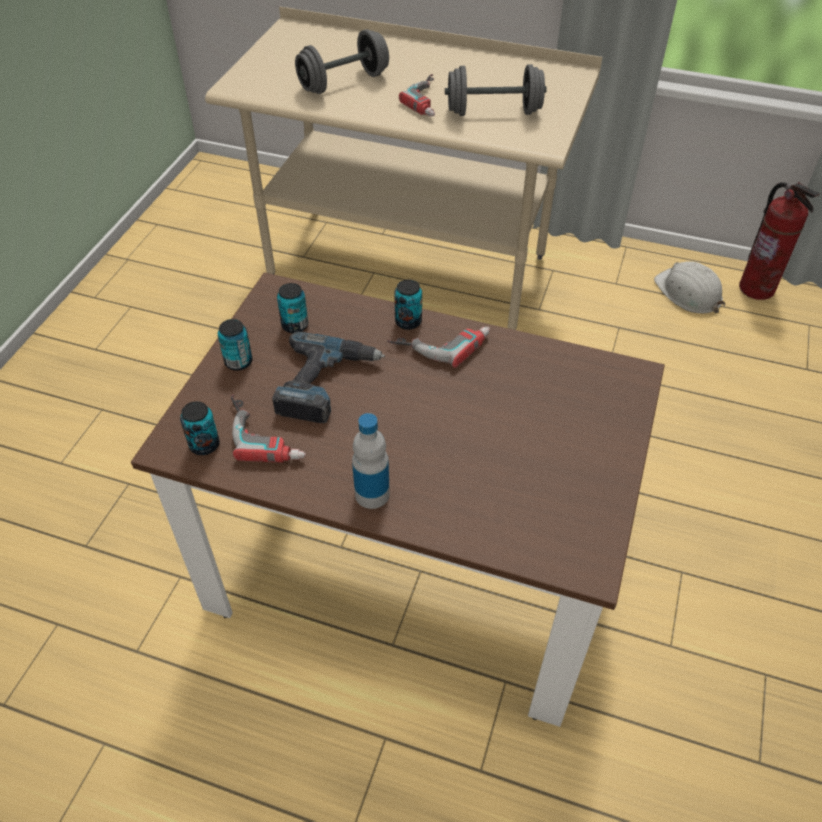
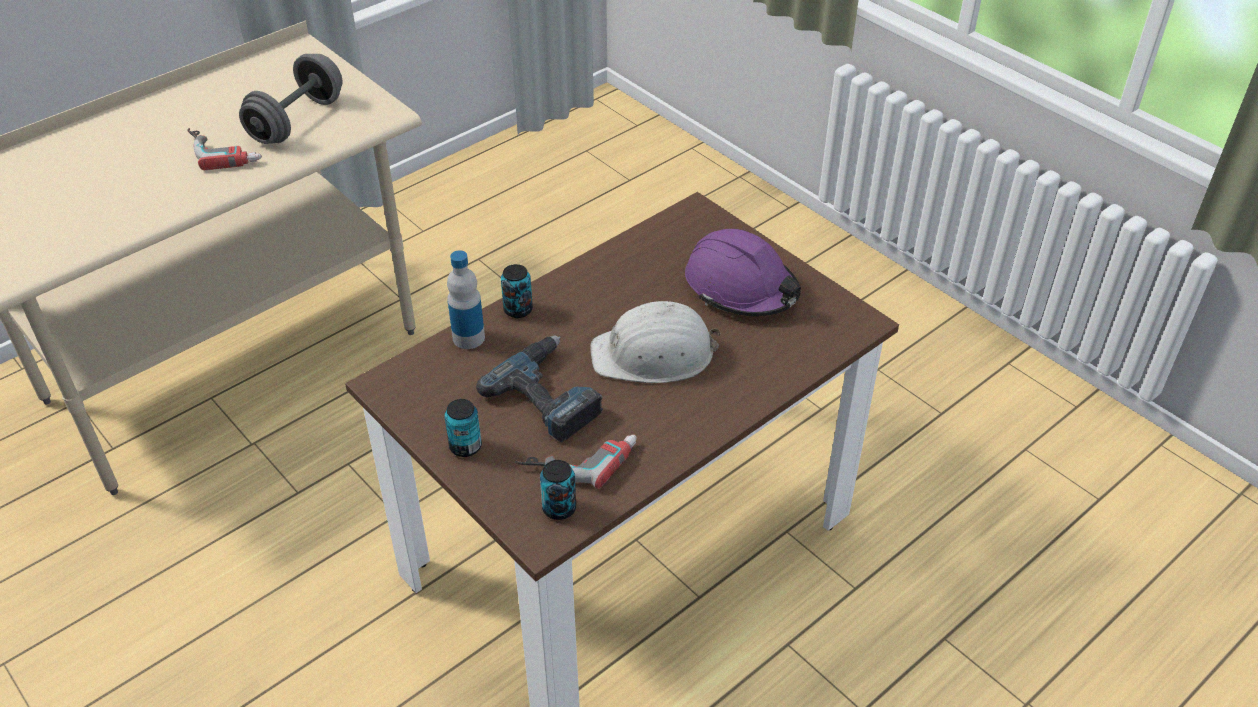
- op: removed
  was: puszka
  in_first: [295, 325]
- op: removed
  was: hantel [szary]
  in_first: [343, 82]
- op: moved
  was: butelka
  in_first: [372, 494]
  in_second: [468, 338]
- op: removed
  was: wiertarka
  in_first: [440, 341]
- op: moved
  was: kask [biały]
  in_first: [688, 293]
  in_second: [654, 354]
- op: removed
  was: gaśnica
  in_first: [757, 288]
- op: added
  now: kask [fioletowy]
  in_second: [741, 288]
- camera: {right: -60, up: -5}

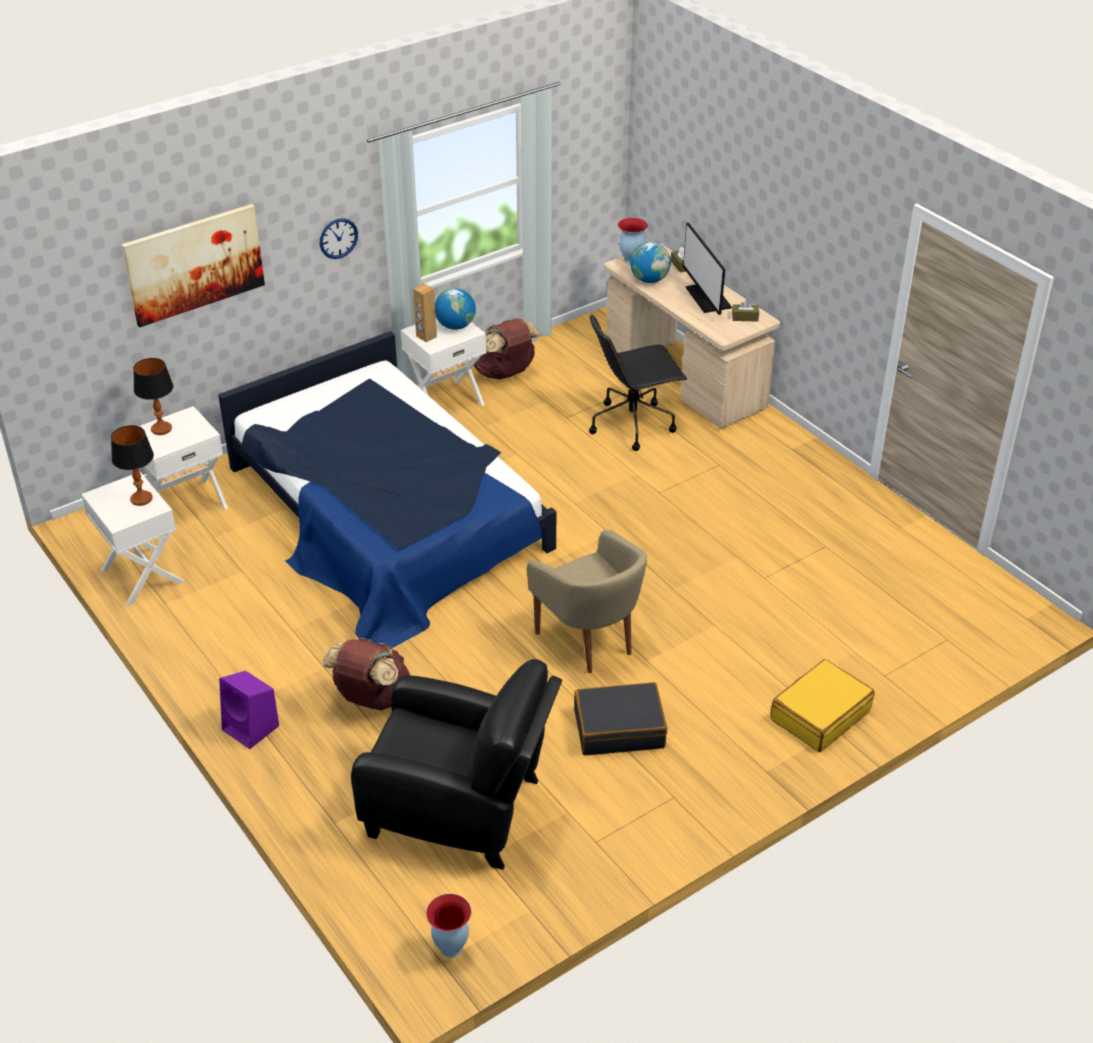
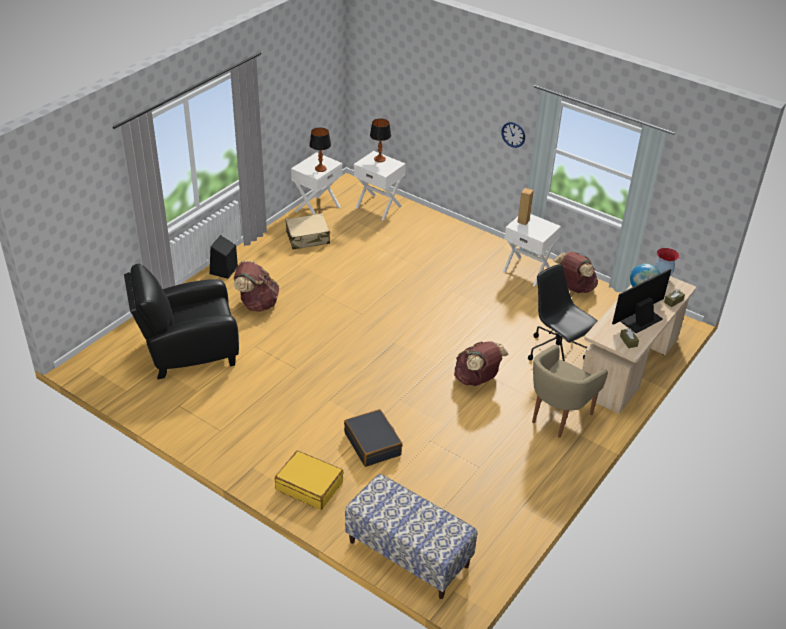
- op: removed
  was: obraz
  in_first: [194, 264]
- op: removed
  was: łóżko
  in_first: [386, 513]
- op: recoloured
  was: głośnik [fioletowy]
  now: głośnik [czarny]
  in_first: [252, 728]
  in_second: [223, 271]
- op: turned
  was: fotel [czarny]
  in_first: [460, 810]
  in_second: [188, 352]
  clockwise: 75
- op: removed
  was: wazon
  in_first: [450, 948]
- op: removed
  was: globus
  in_first: [455, 326]
- op: moved
  was: fotel [beżowy]
  in_first: [589, 641]
  in_second: [558, 416]
- op: moved
  was: walizka [czarny]
  in_first: [619, 728]
  in_second: [373, 444]
- op: added
  now: walizka [beżowy]
  in_second: [308, 238]
- op: added
  now: ławka
  in_second: [408, 554]
- op: added
  now: plecak [brązowy]
  in_second: [477, 379]
- camera: {right: 70, up: 0}

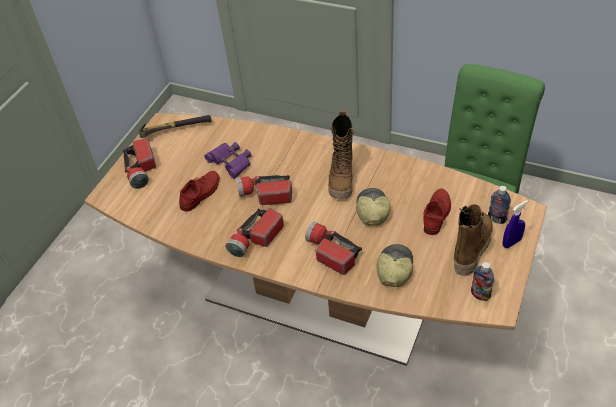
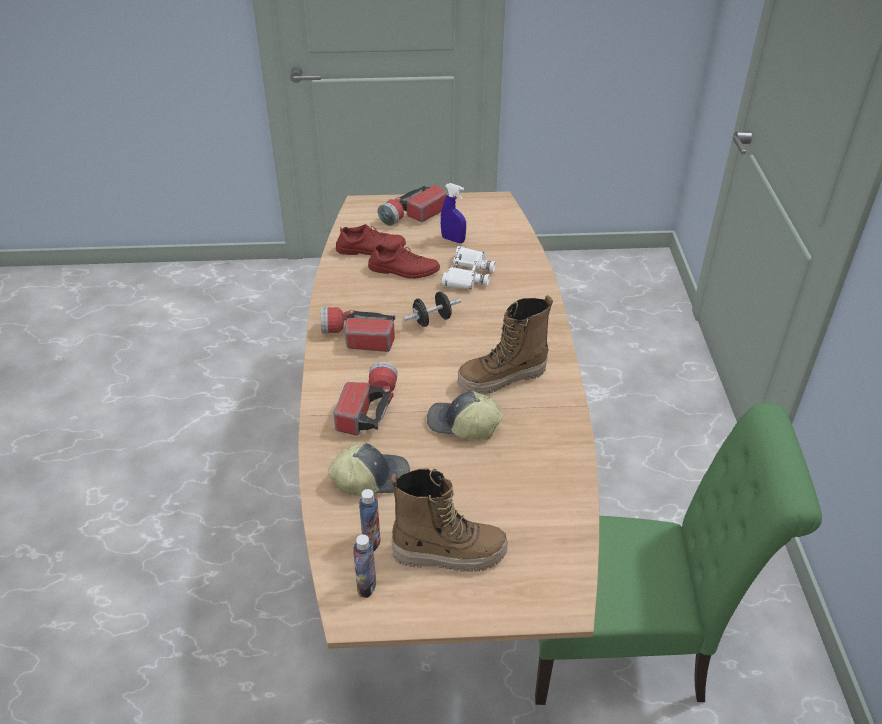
- op: removed
  was: młotek
  in_first: [173, 130]
- op: recoloured
  was: lornetka [fioletowy]
  now: lornetka [biały]
  in_first: [230, 162]
  in_second: [467, 274]
- op: replaced
  was: latarka
  now: hantel [czarny]
  in_first: [265, 195]
  in_second: [432, 320]
- op: turned
  was: czapka z daszkiem
  in_first: [372, 210]
  in_second: [463, 425]
  clockwise: -135
- op: moved
  was: but [czerwony]
  in_first: [436, 214]
  in_second: [371, 248]
- op: moved
  was: butelka
  in_first: [497, 219]
  in_second: [371, 540]
- op: moved
  was: spryskiwacz [niebieski]
  in_first: [511, 242]
  in_second: [453, 239]
- camera: {right: 60, up: -5}

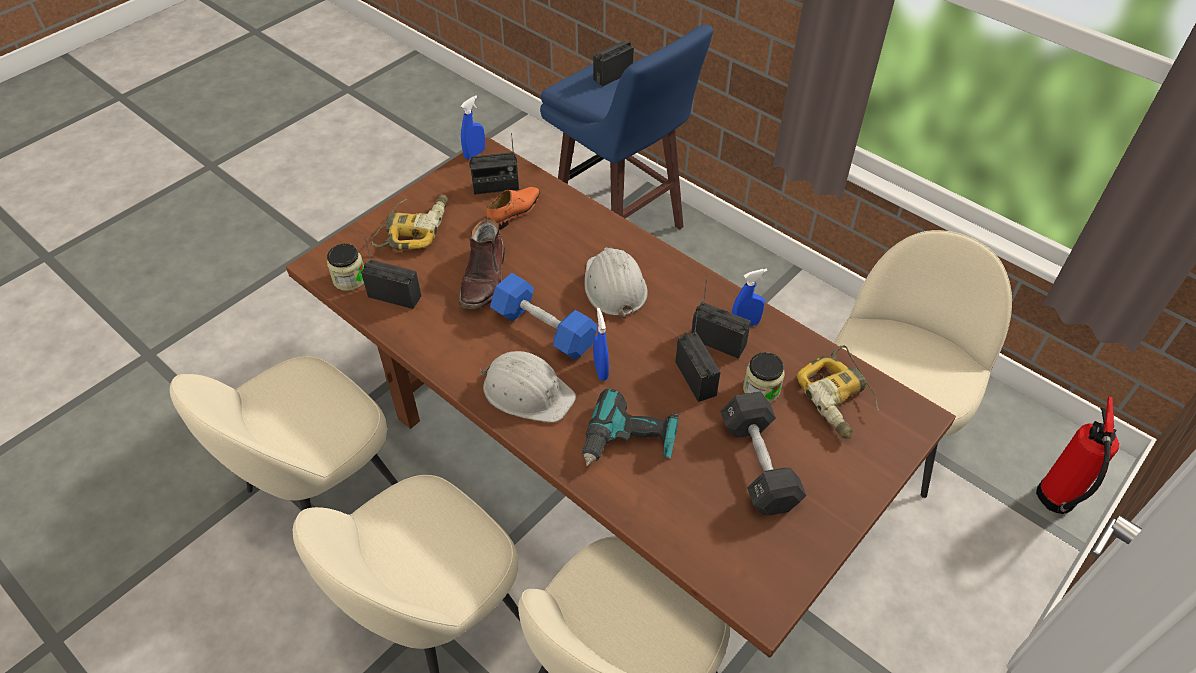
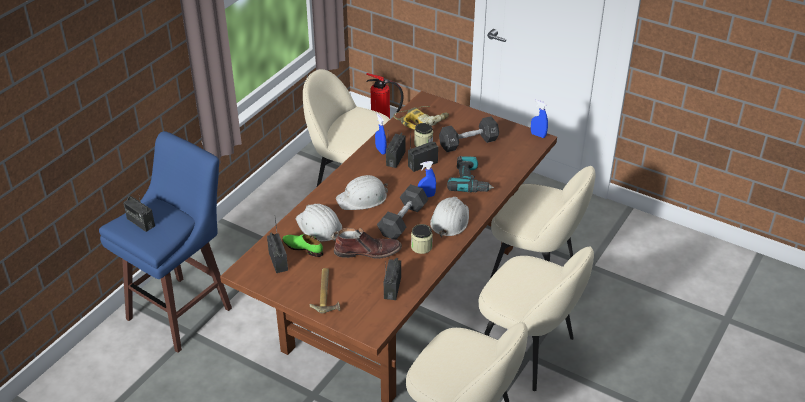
- op: moved
  was: słoik
  in_first: [349, 279]
  in_second: [421, 247]
- op: replaced
  was: wiertarka
  now: młotek
  in_first: [413, 228]
  in_second: [327, 293]
- op: moved
  was: spryskiwacz [niebieski]
  in_first: [475, 154]
  in_second: [538, 135]
- op: recoloured
  was: but [pomarańczowy]
  now: but [zielony]
  in_first: [515, 211]
  in_second: [303, 248]
- op: recoloured
  was: hantel [niebieski]
  now: hantel [czarny]
  in_first: [544, 329]
  in_second: [403, 221]
- op: added
  now: kask [biały]
  in_second: [319, 226]
- camera: {right: -100, up: -10}

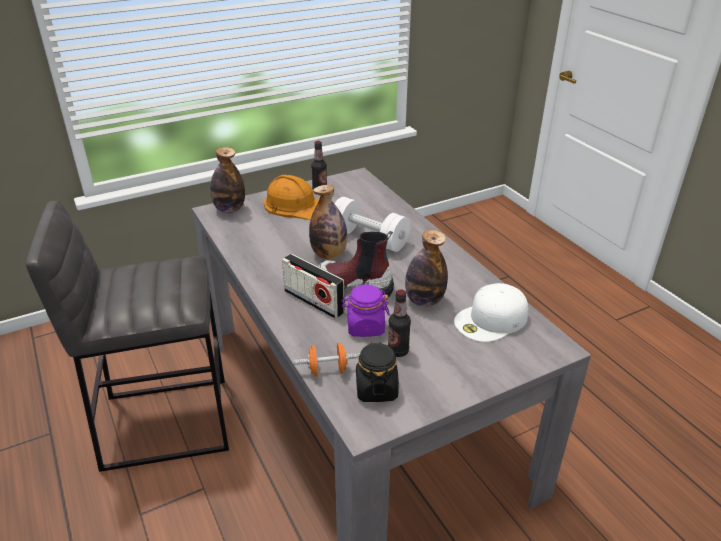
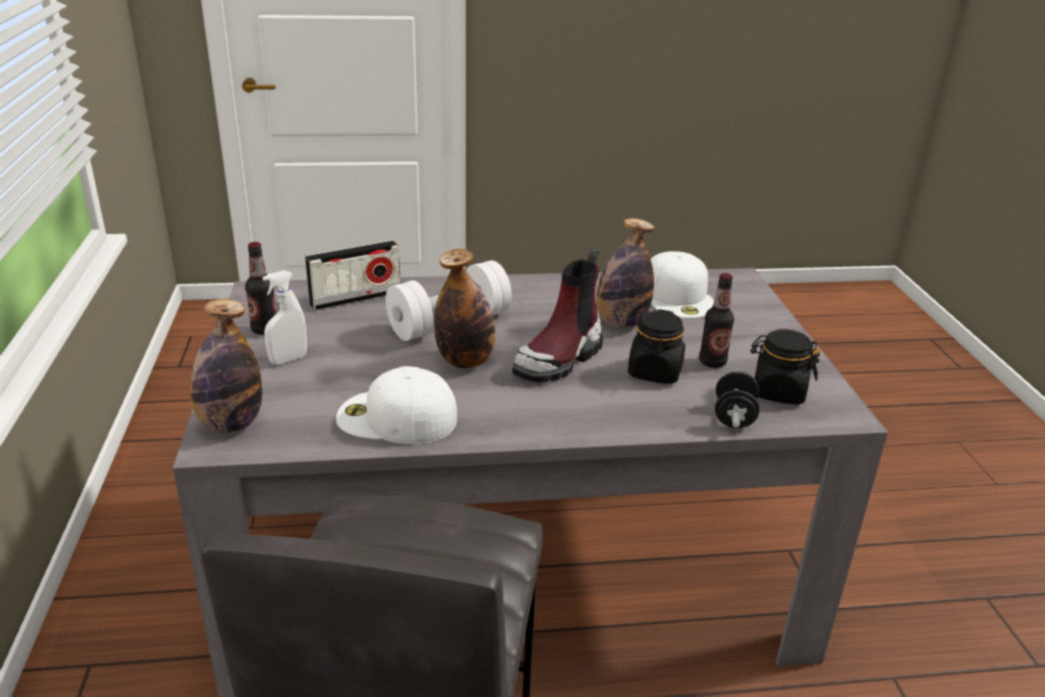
- op: replaced
  was: kask [pomarańczowy]
  now: spryskiwacz [biały]
  in_first: [294, 205]
  in_second: [288, 360]
- op: moved
  was: radio
  in_first: [314, 301]
  in_second: [355, 298]
- op: recoloured
  was: hantel [pomarańczowy]
  now: hantel [czarny]
  in_first: [327, 370]
  in_second: [734, 417]
- op: recoloured
  was: słoik [fioletowy]
  now: słoik [czarny]
  in_first: [365, 327]
  in_second: [655, 372]
- op: added
  now: czapka z daszkiem [biały]
  in_second: [395, 418]
- camera: {right: -70, up: -5}

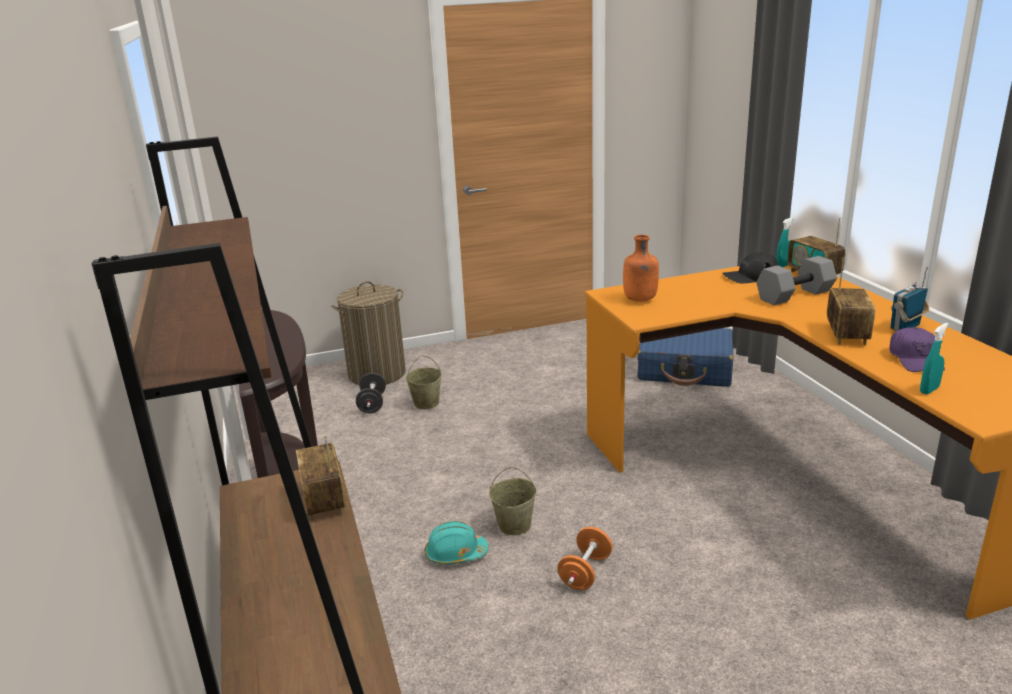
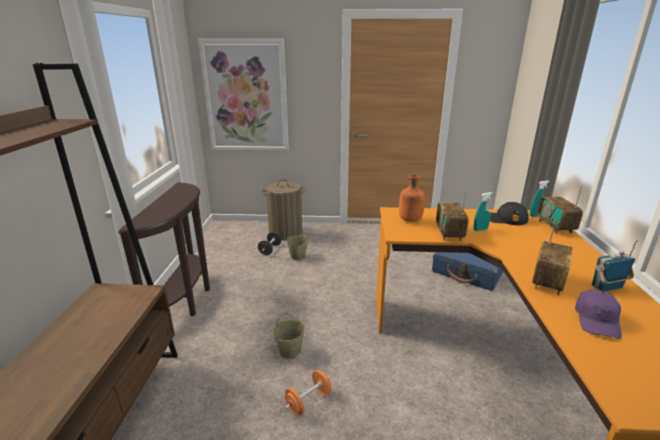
- op: moved
  was: radio
  in_first: [324, 501]
  in_second: [449, 234]
- op: removed
  was: kask [turkusowy]
  in_first: [455, 554]
- op: removed
  was: hantel [szary]
  in_first: [794, 295]
- op: moved
  was: spryskiwacz [turkusowy]
  in_first: [929, 390]
  in_second: [480, 229]
- op: added
  now: obraz
  in_second: [246, 97]
- camera: {right: 20, up: 0}

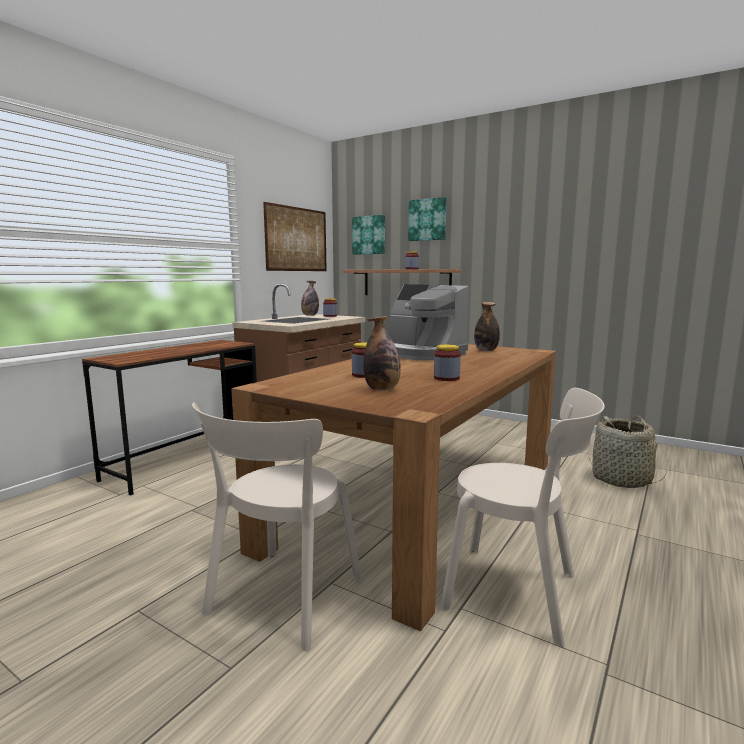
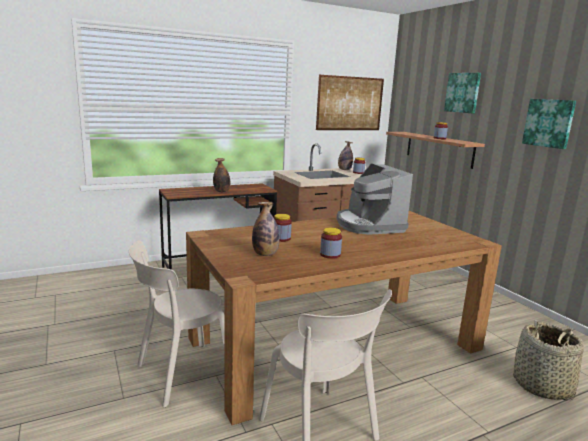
- op: moved
  was: obraz
  in_first: [369, 235]
  in_second: [549, 123]
- op: moved
  was: butelka
  in_first: [486, 350]
  in_second: [221, 191]
- camera: {right: 30, up: 5}

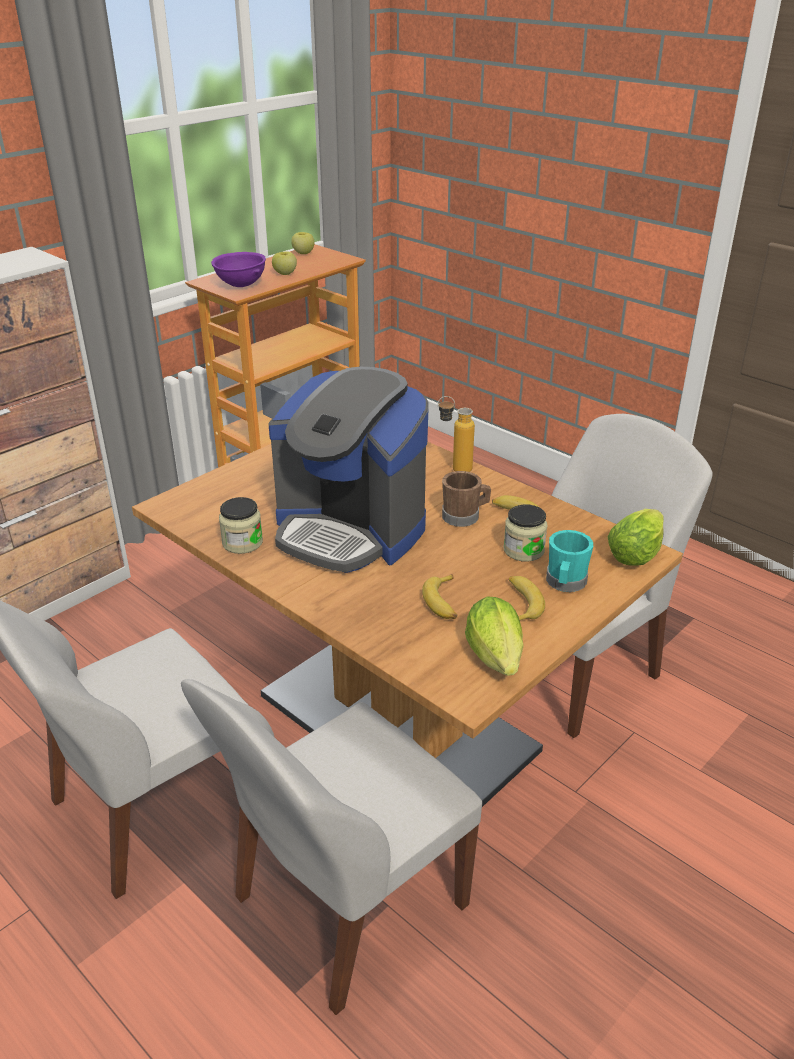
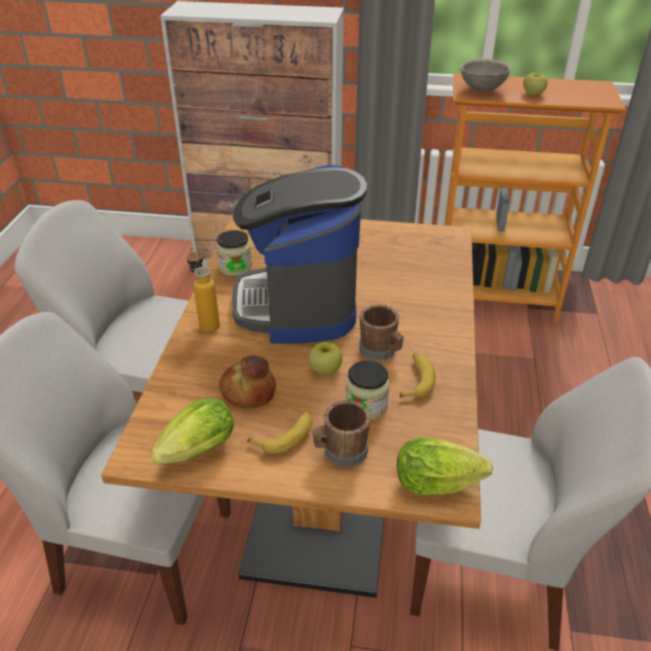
- op: recoloured
  was: miska [fioletowy]
  now: miska [szary]
  in_first: [241, 285]
  in_second: [481, 90]
- op: moved
  was: jabłko
  in_first: [303, 253]
  in_second: [325, 369]
- op: replaced
  was: banan
  now: chleb
  in_first: [444, 603]
  in_second: [247, 391]
- op: moved
  was: butelka
  in_first: [454, 469]
  in_second: [206, 322]
- op: recoloured
  was: kubek [turkusowy]
  now: kubek [brązowy]
  in_first: [565, 583]
  in_second: [340, 452]
- camera: {right: 55, up: 5}

